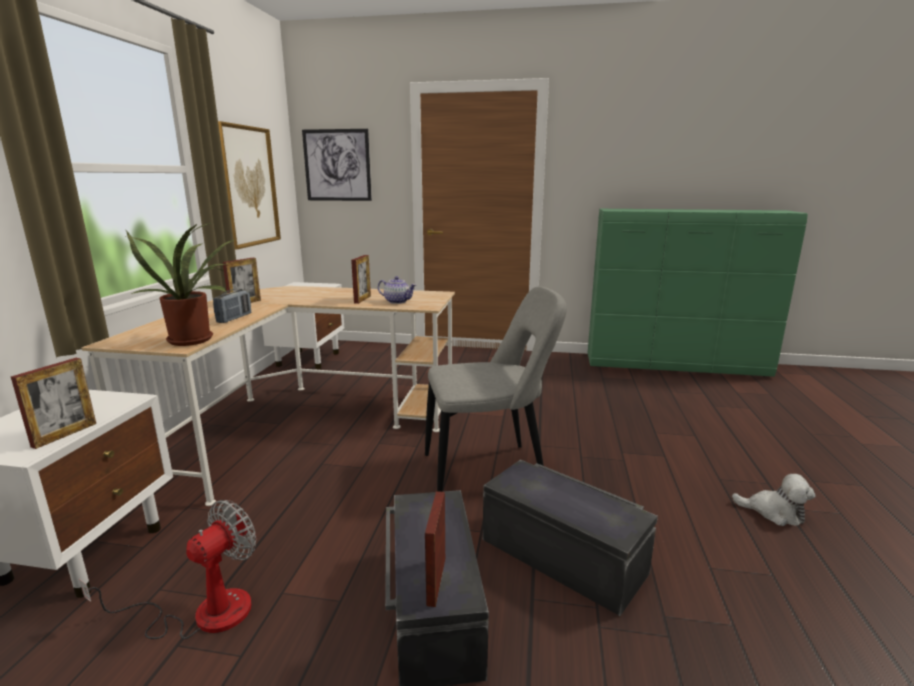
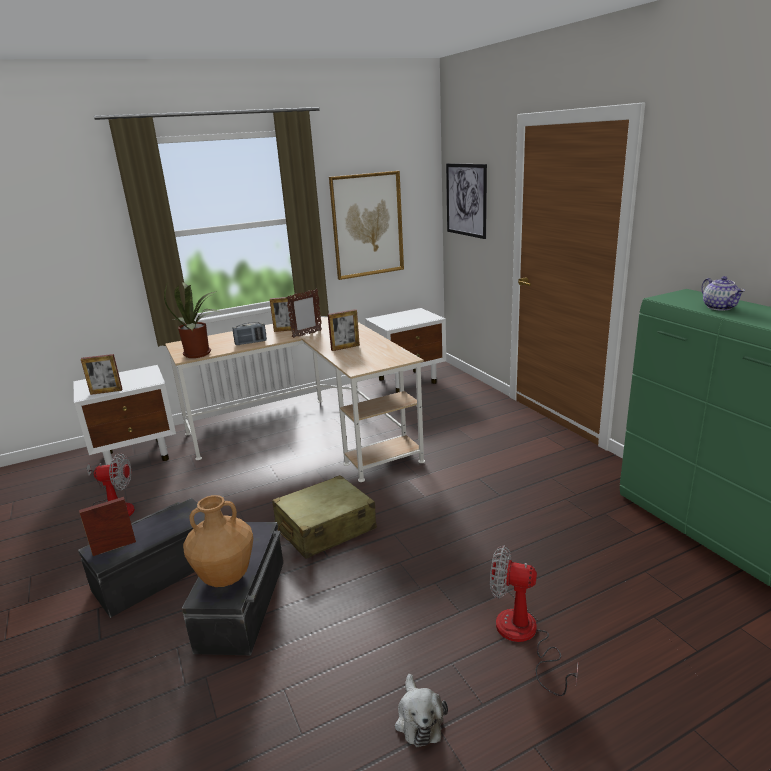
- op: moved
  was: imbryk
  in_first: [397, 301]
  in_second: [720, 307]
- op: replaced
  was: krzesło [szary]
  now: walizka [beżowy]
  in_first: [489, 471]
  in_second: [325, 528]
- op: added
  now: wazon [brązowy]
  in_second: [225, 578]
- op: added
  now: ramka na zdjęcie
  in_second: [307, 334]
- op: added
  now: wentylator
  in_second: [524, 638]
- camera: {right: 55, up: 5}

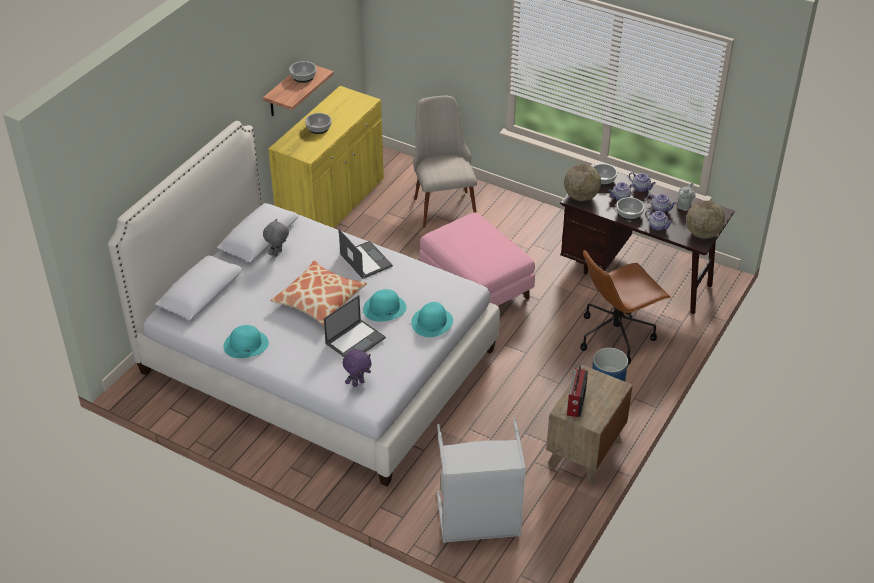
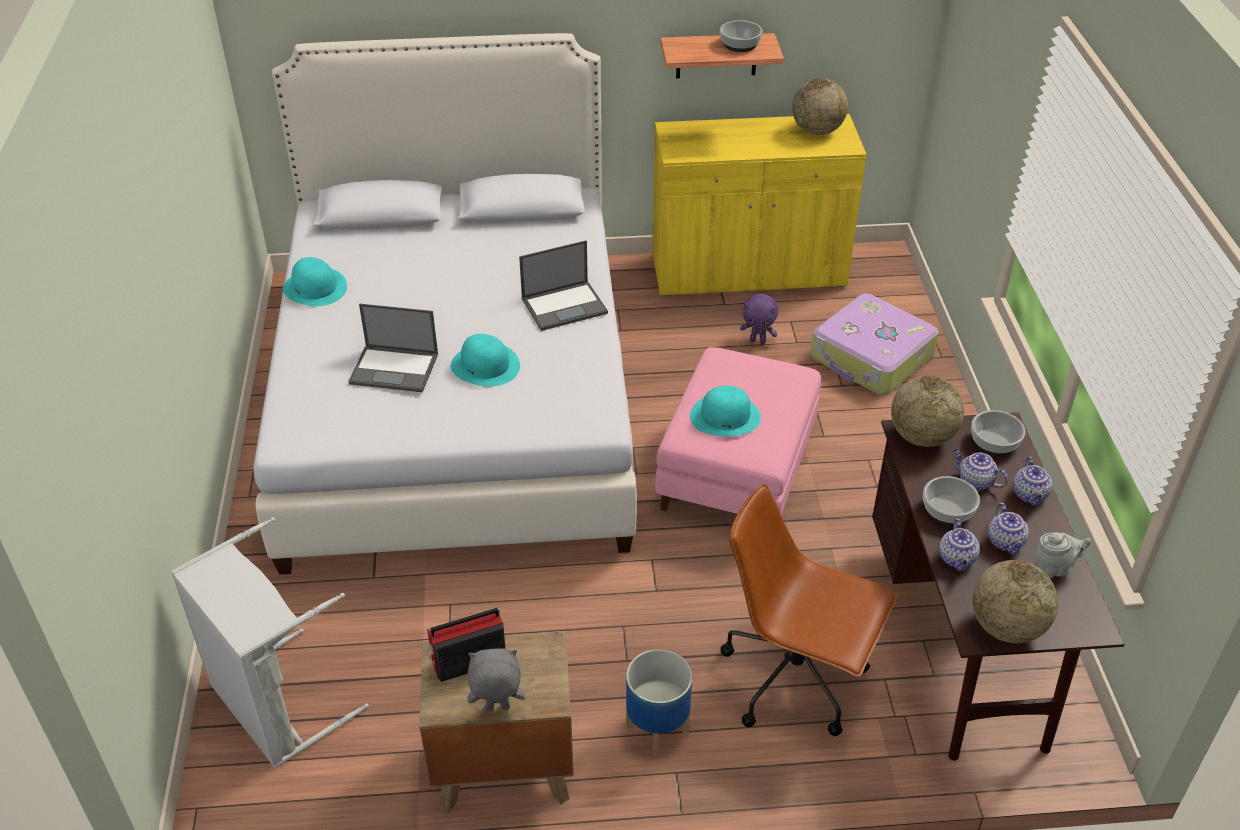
- op: moved
  was: pluszak [szary]
  in_first: [278, 253]
  in_second: [497, 709]
- op: removed
  was: poduszka
  in_first: [319, 300]
- op: removed
  was: miska
  in_first: [318, 128]
- op: turned
  was: laptop
  in_first: [365, 260]
  in_second: [565, 305]
  clockwise: 45
- op: moved
  was: pluszak [fioletowy]
  in_first: [358, 383]
  in_second: [758, 341]
- op: moved
  was: kapelusz [turkusowy]
  in_first: [432, 322]
  in_second: [725, 416]
- op: replaced
  was: krzesło [beżowy]
  now: walizka
  in_first: [443, 202]
  in_second: [871, 358]
- op: added
  now: globus
  in_second: [817, 131]
- camera: {right: 55, up: 0}

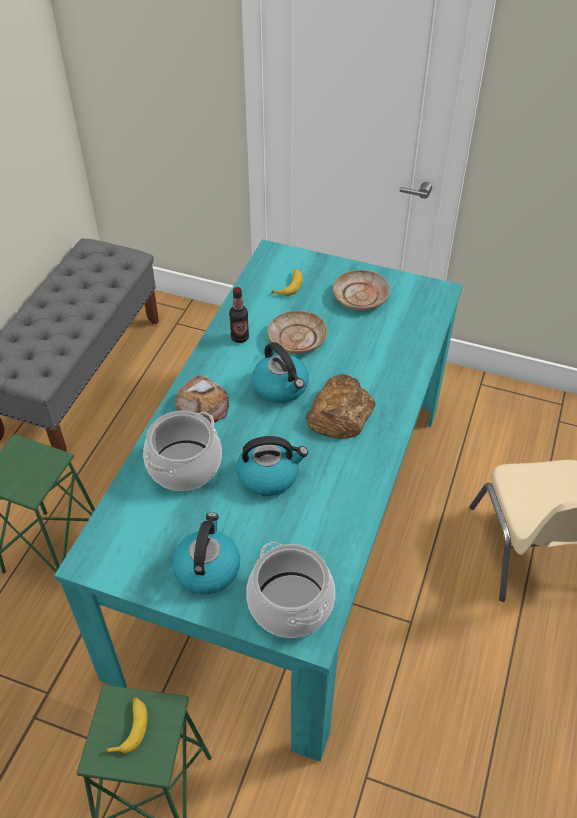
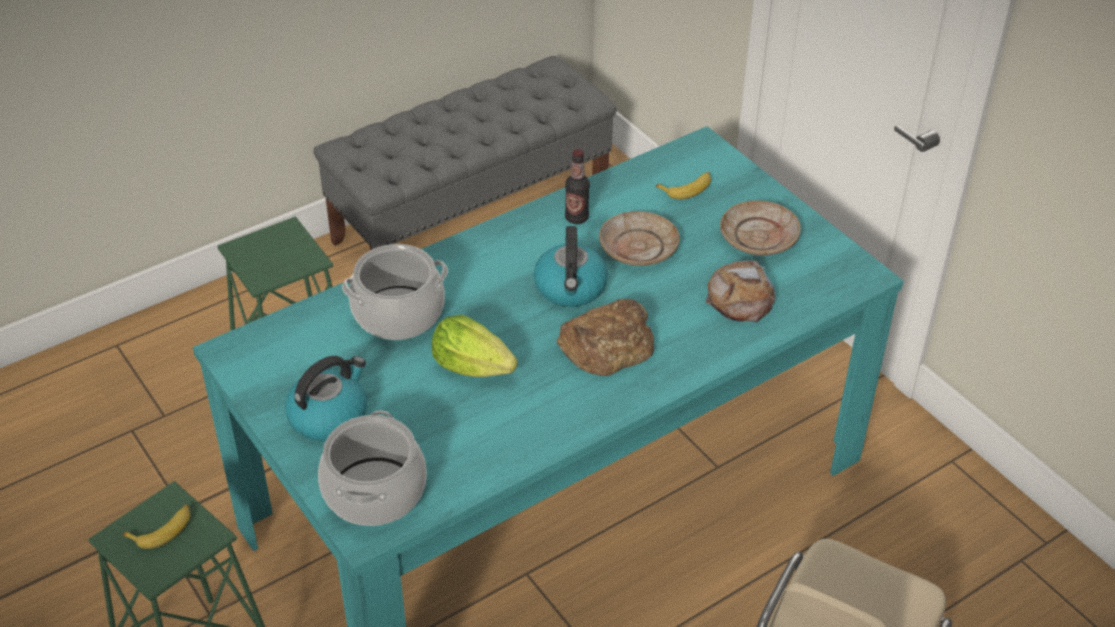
- op: moved
  was: chleb
  in_first: [202, 405]
  in_second: [741, 298]
- op: replaced
  was: czajnik
  now: sałata
  in_first: [269, 475]
  in_second: [471, 366]
- camera: {right: 35, up: -5}

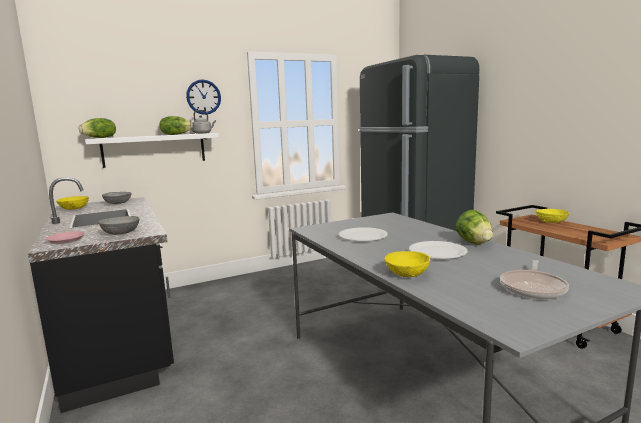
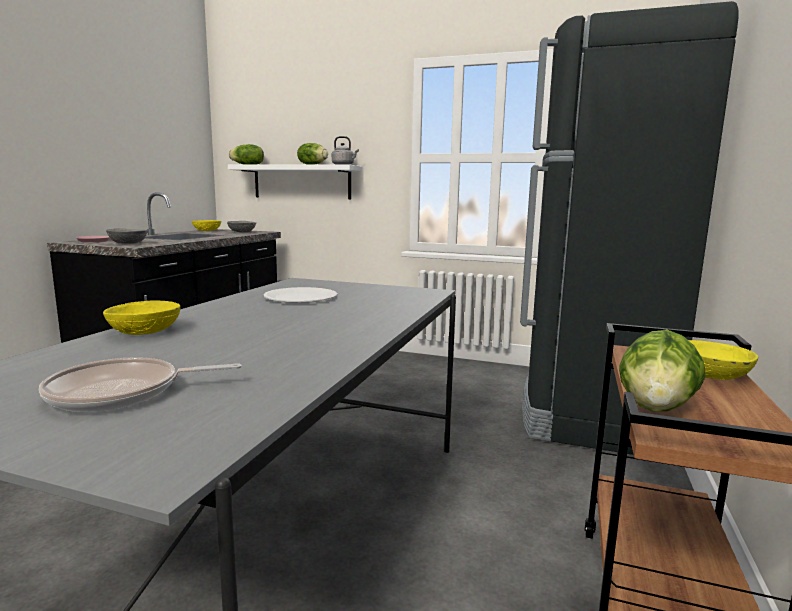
- op: removed
  was: zegar ścienny
  in_first: [203, 97]
- op: removed
  was: talerz [biały]
  in_first: [437, 252]
- op: moved
  was: sałata
  in_first: [474, 243]
  in_second: [656, 407]
- camera: {right: 45, up: 0}

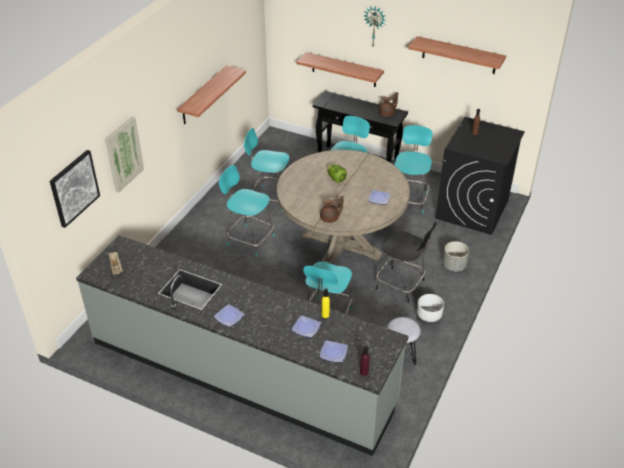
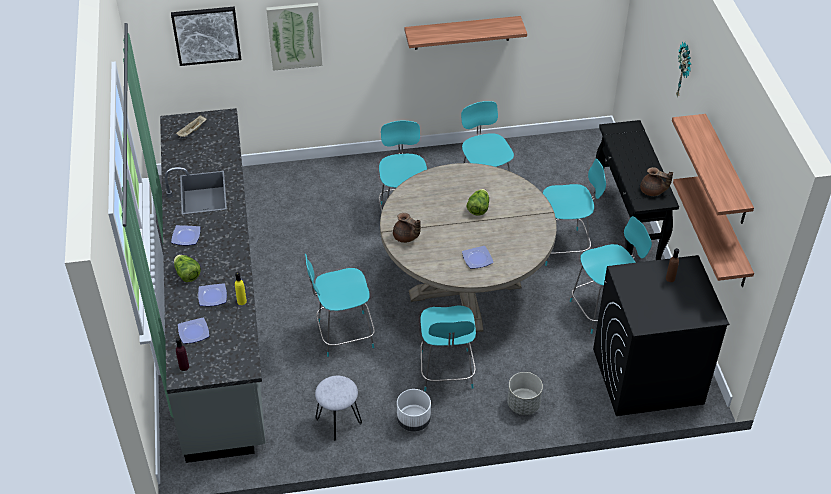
- op: moved
  was: półka
  in_first: [344, 70]
  in_second: [726, 234]
- op: recoloured
  was: krzesło [czarny]
  now: krzesło [turkusowy]
  in_first: [401, 285]
  in_second: [446, 372]
- op: added
  now: sałata
  in_second: [187, 274]
- camera: {right: 55, up: 5}

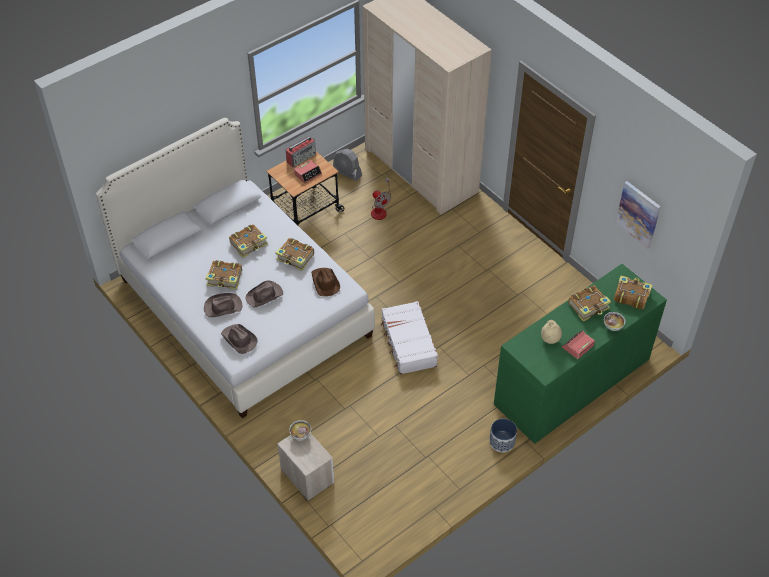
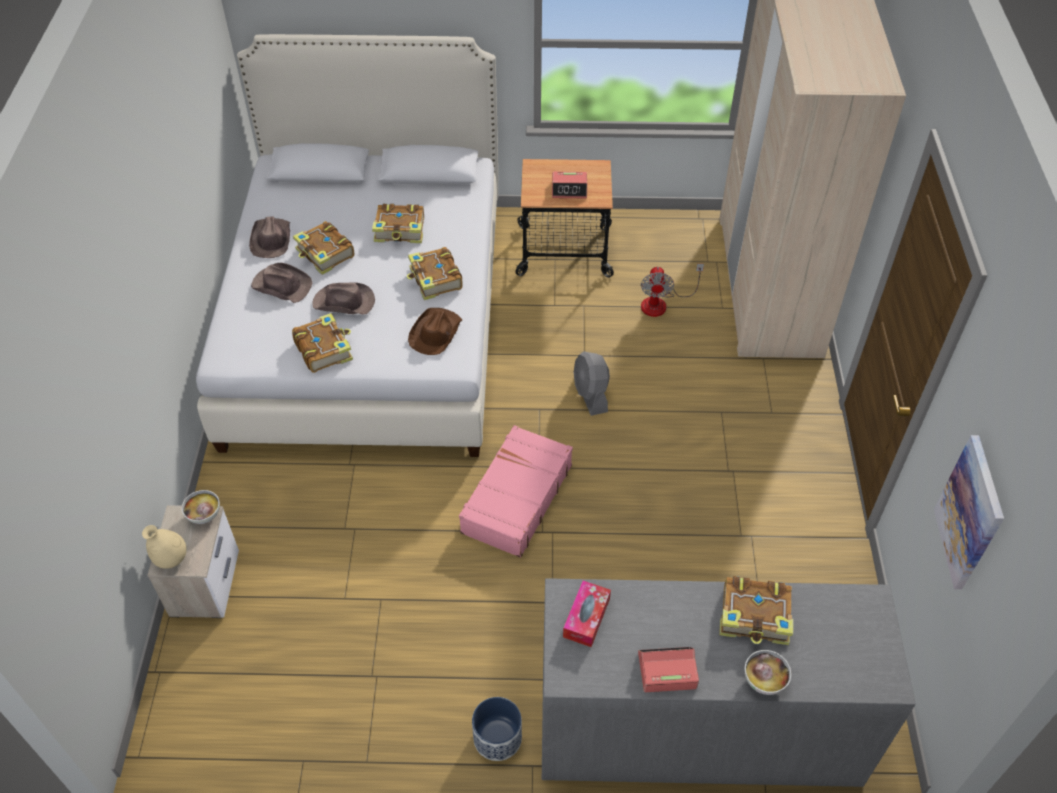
- op: moved
  was: kapelusz [brązowy]
  in_first: [239, 340]
  in_second: [271, 239]
- op: removed
  was: radio
  in_first: [301, 158]
- op: moved
  was: wentylator [szary]
  in_first: [347, 173]
  in_second: [591, 395]
- op: recoloured
  was: walizka [biały]
  now: walizka [różowy]
  in_first: [408, 343]
  in_second: [516, 499]
- op: recoloured
  was: komoda [zielony]
  now: komoda [szary]
  in_first: [572, 381]
  in_second: [697, 726]
- op: moved
  was: wazon [beżowy]
  in_first: [550, 339]
  in_second: [171, 559]
- op: moved
  was: książka
  in_first: [631, 296]
  in_second: [324, 349]
- op: added
  now: pudełko chusteczek
  in_second: [586, 618]
- camera: {right: 40, up: 0}

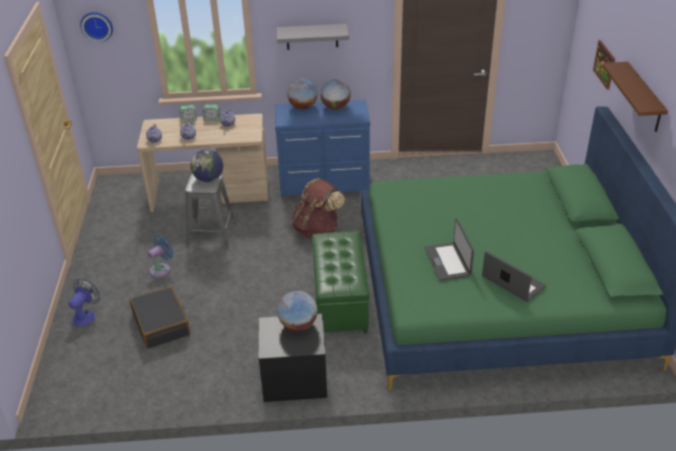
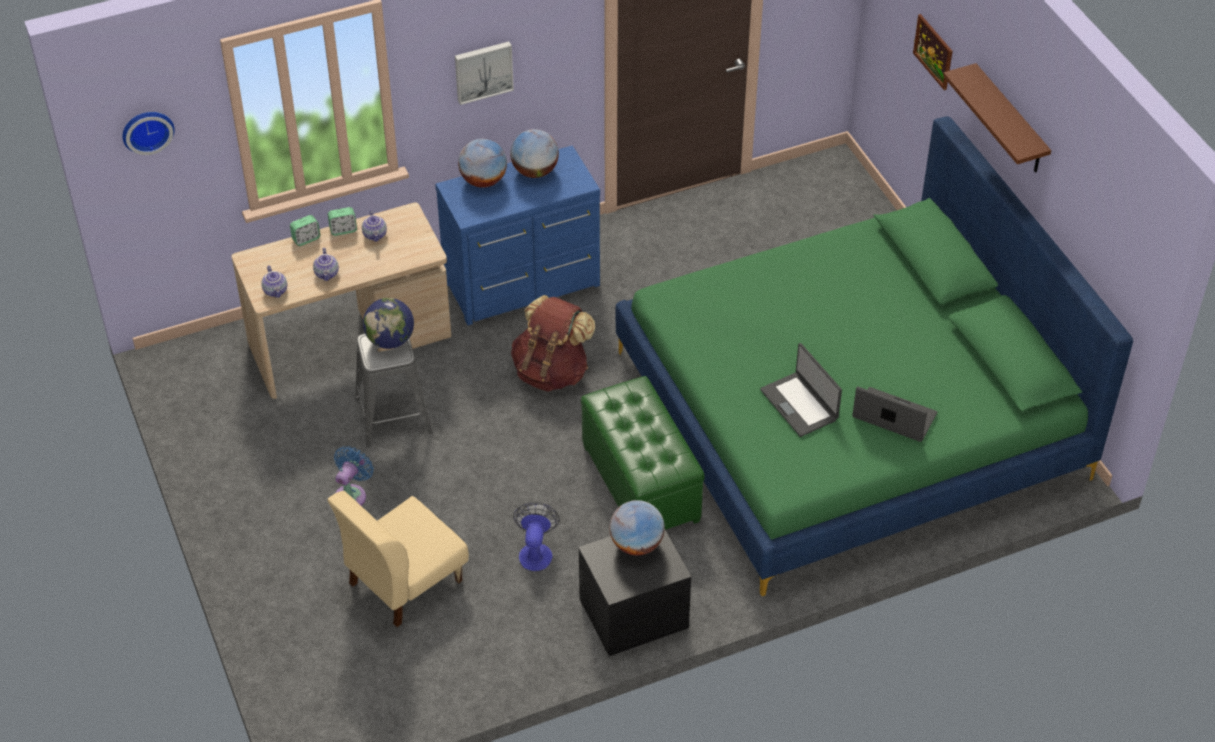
- op: moved
  was: wentylator
  in_first: [86, 315]
  in_second: [536, 551]
- op: replaced
  was: walizka [czarny]
  now: krzesło [beżowy]
  in_first: [161, 324]
  in_second: [404, 582]
- op: replaced
  was: półka [szary]
  now: obraz
  in_first: [312, 36]
  in_second: [483, 71]
- camera: {right: -20, up: 10}

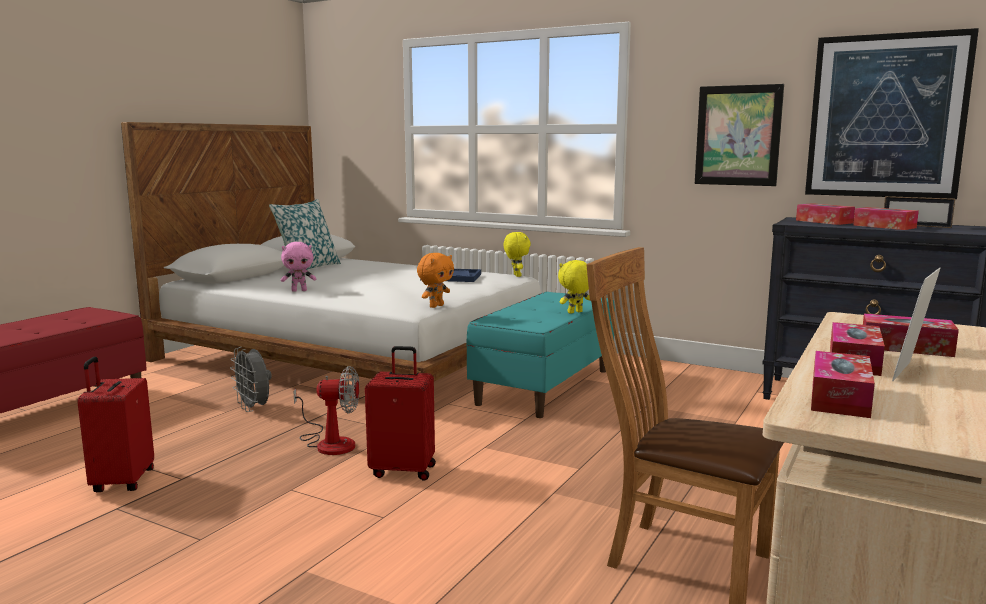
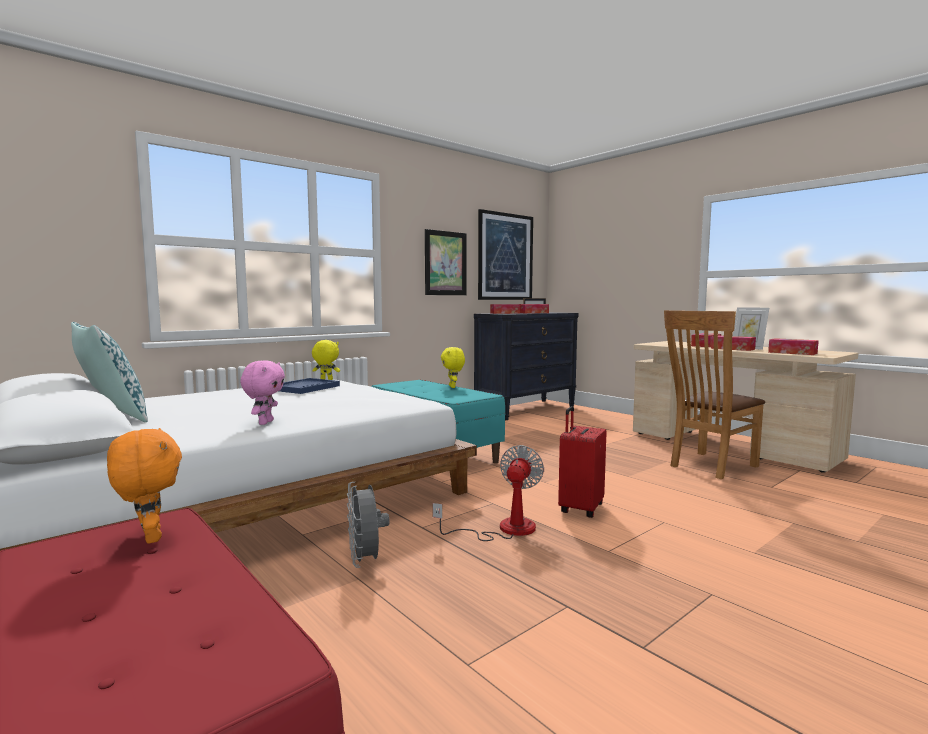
- op: removed
  was: walizka [czerwony]
  in_first: [122, 482]
- op: turned
  was: wentylator [szary]
  in_first: [254, 408]
  in_second: [366, 561]
  clockwise: 90
- op: moved
  was: pluszak [pomarańczowy]
  in_first: [436, 306]
  in_second: [149, 537]
- camera: {right: -70, up: -5}

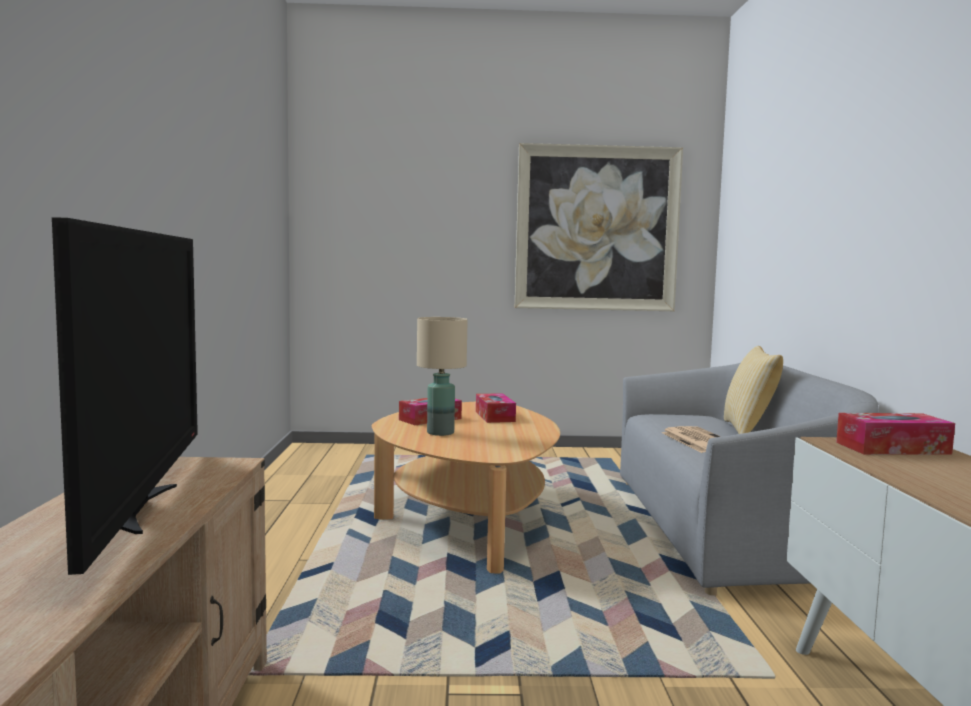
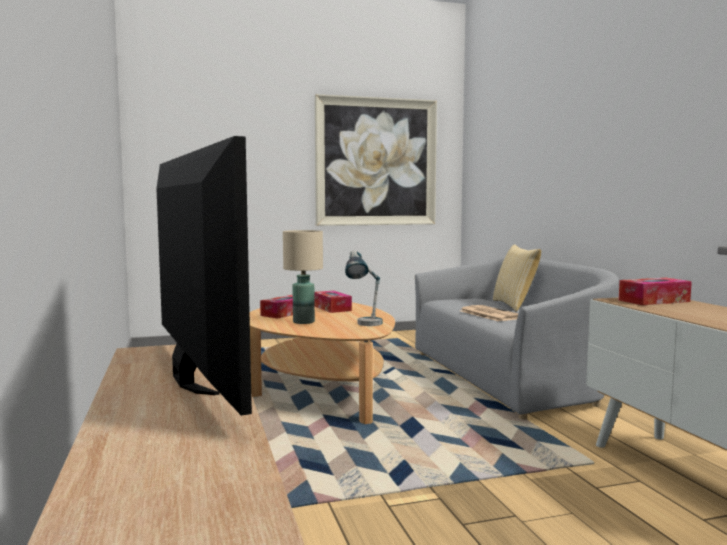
- op: added
  now: lampa stołowa
  in_second: [365, 325]
- camera: {right: -15, up: 0}

